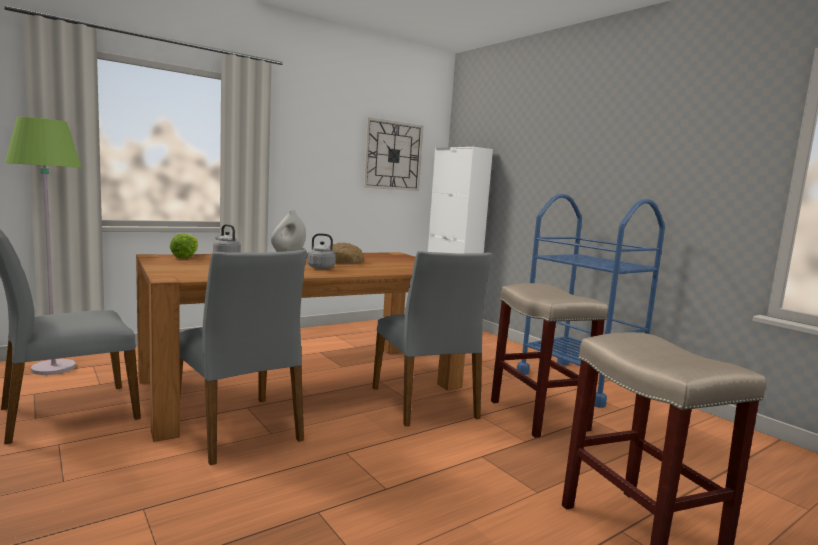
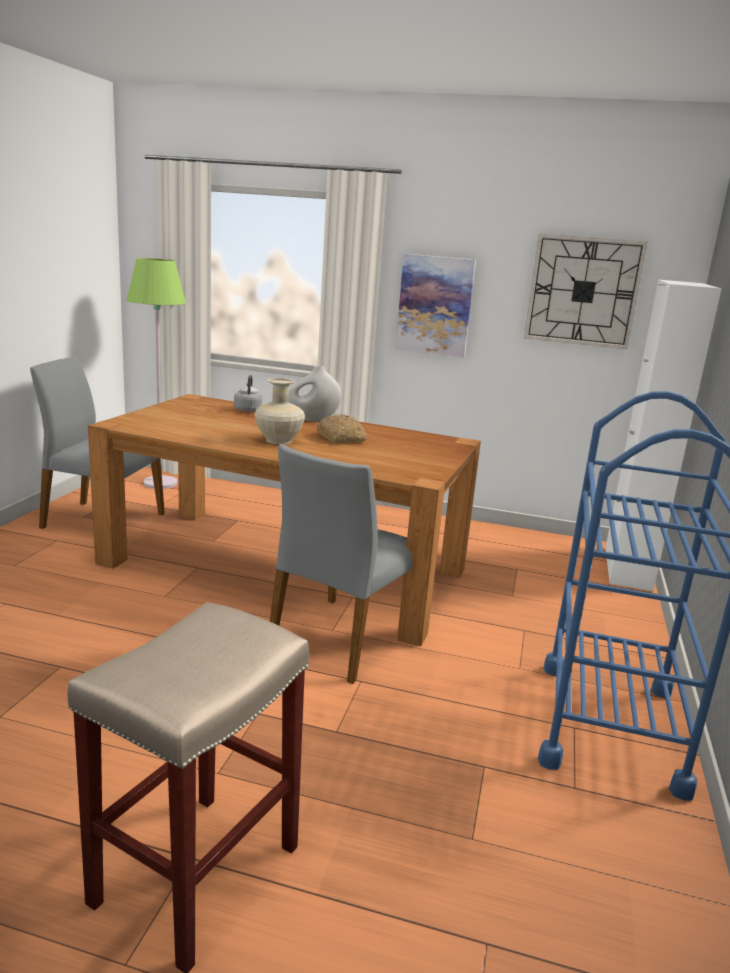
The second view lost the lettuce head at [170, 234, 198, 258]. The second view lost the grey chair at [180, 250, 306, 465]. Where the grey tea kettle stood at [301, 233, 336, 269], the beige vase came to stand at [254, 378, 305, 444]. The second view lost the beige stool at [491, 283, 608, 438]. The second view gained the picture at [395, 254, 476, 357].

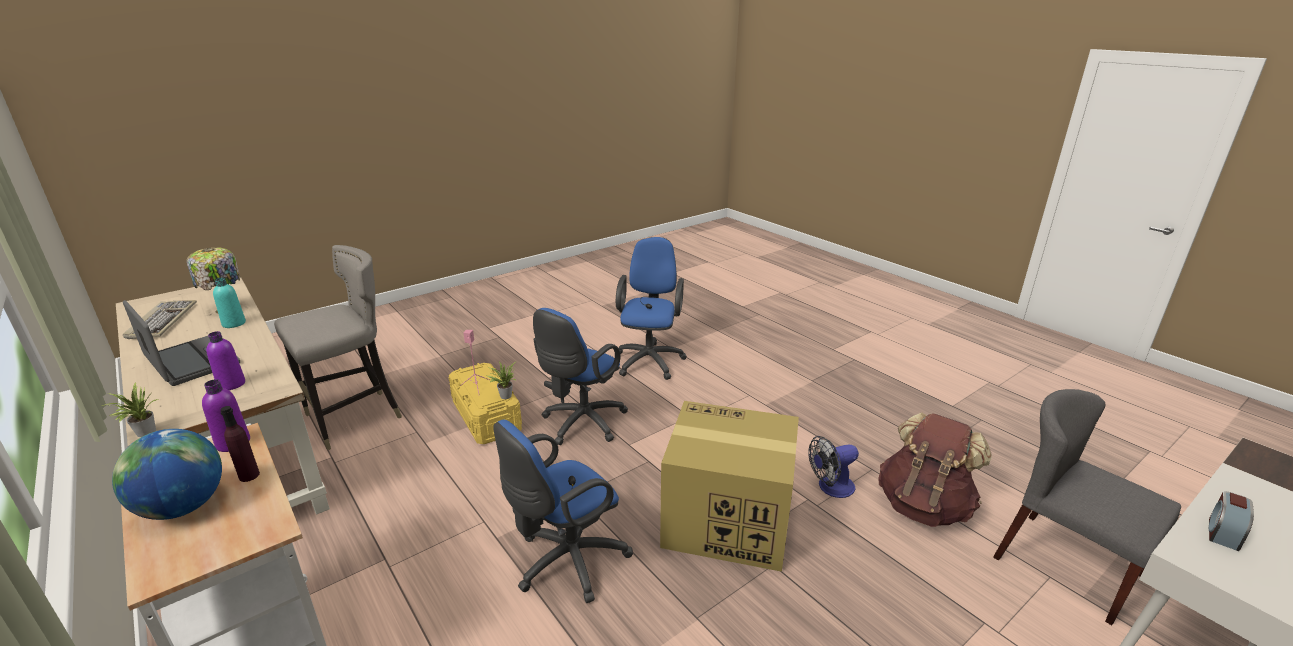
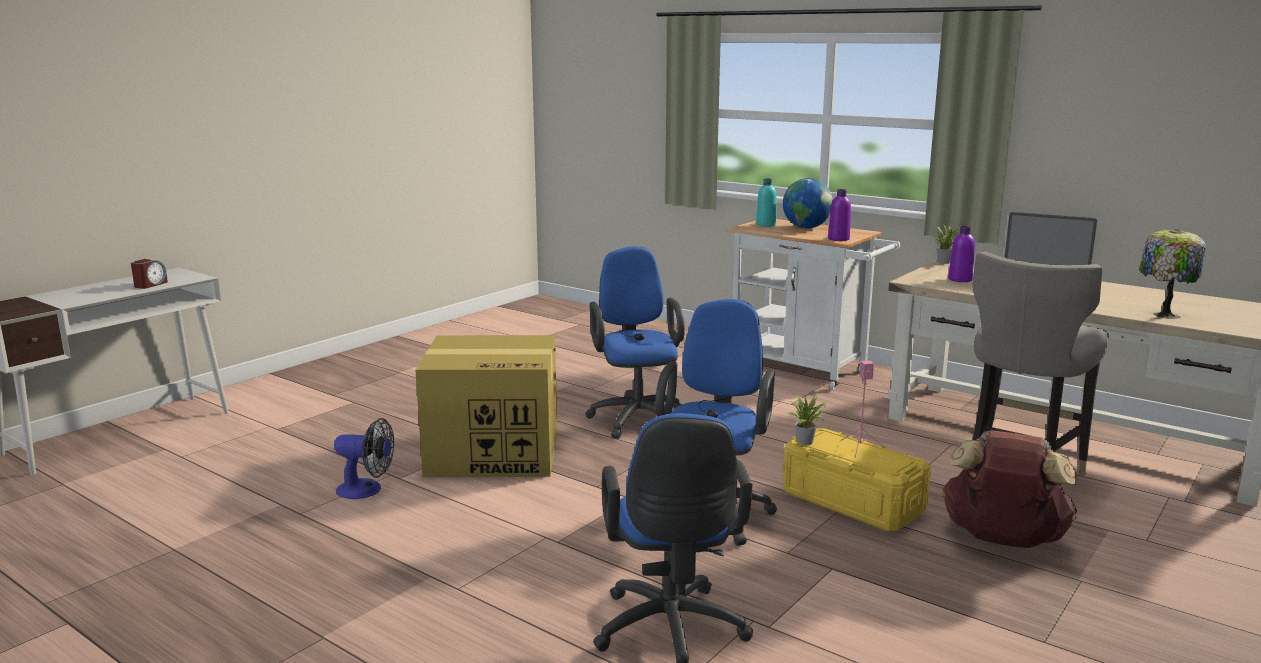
The second view lost the computer keyboard at [123, 300, 197, 339]. The turquoise drink bottle ended up elsewhere, having gone from [213, 277, 246, 328] to [756, 178, 776, 227]. The second view lost the purplish drink bottle at [220, 406, 260, 482]. The blue-coloured office chair at [493, 420, 633, 603] ended up facing another way, 45 degrees counterclockwise from before. The fan at [809, 436, 859, 498] ended up facing another way, 45 degrees clockwise from before. The brownish knapsack ended up elsewhere, having gone from [878, 412, 992, 527] to [942, 430, 1077, 548]. The second view lost the grey chair at [993, 389, 1181, 625].

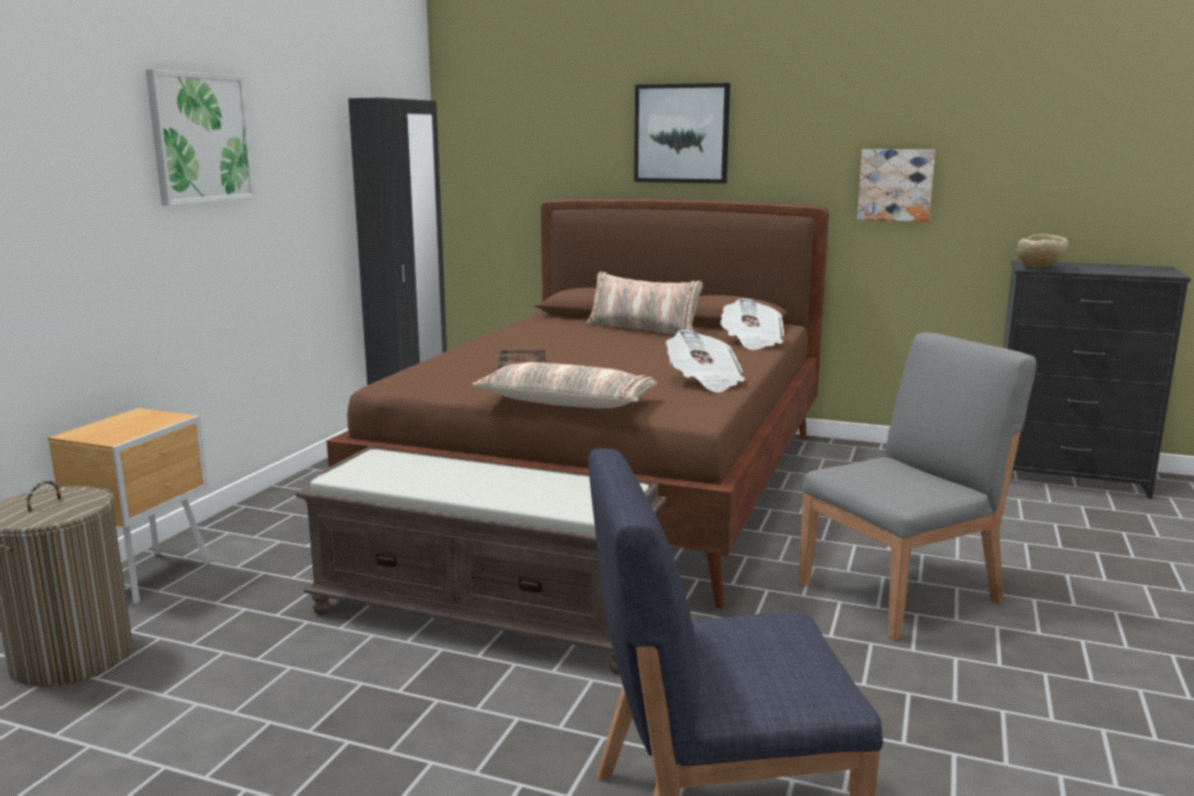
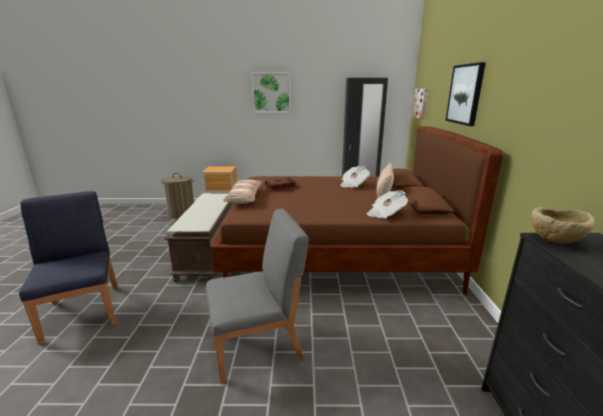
The printed paper ended up elsewhere, having gone from [666, 330, 745, 392] to [340, 166, 370, 187]. The grey chair at [799, 332, 1036, 640] ended up facing another way, 60 degrees counterclockwise from before. The picture ended up elsewhere, having gone from [857, 149, 935, 222] to [412, 89, 428, 119].

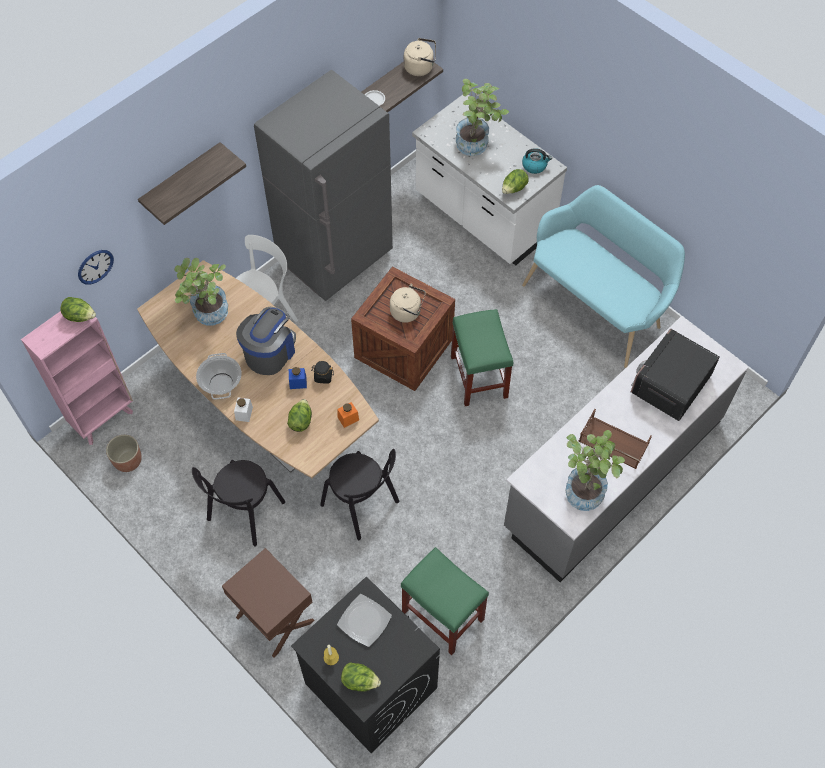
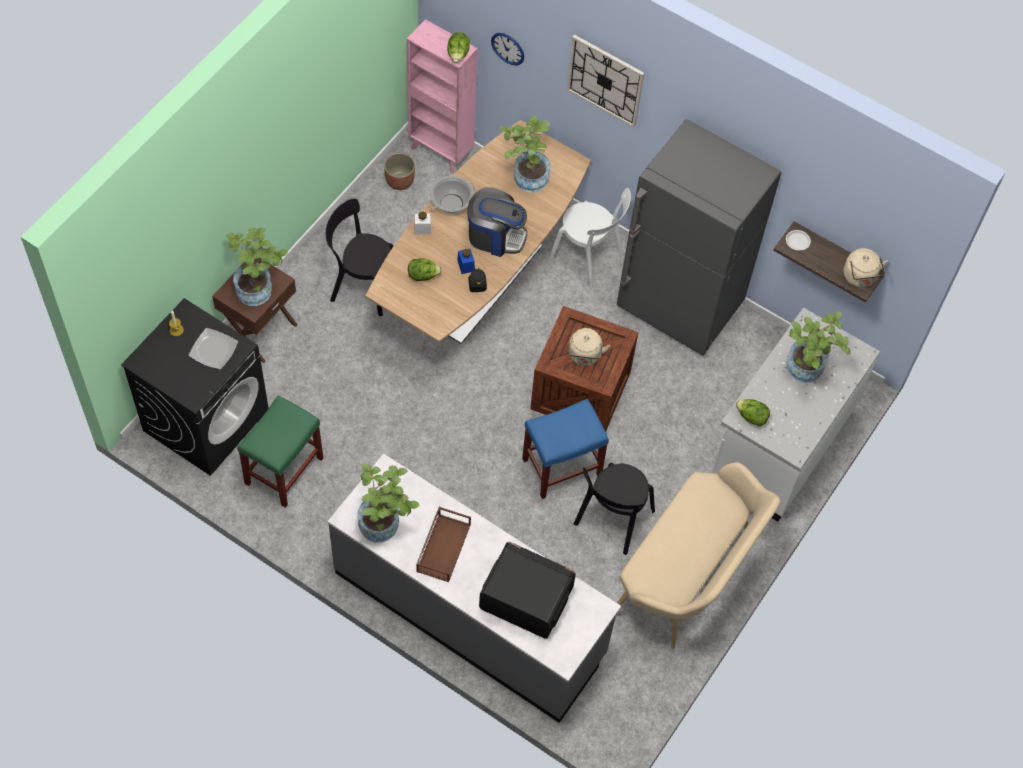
Where the bracket shelf hung at [138, 142, 246, 225], the wall clock came to hang at [567, 35, 644, 128]. The black-coloured chair ended up elsewhere, having gone from [320, 449, 400, 540] to [574, 463, 655, 555]. The second view lost the orange-coloured jar at [337, 402, 359, 428]. The second view lost the lettuce head at [341, 662, 381, 692]. What was the green stool at [451, 309, 513, 406] turned into the blue-coloured stool at [522, 399, 609, 499]. The second view lost the tea kettle at [522, 148, 552, 174]. What was the turquoise long seat at [522, 185, 685, 368] turned into the beige long seat at [617, 462, 781, 649]. The second view gained the houseplant at [226, 228, 288, 306].

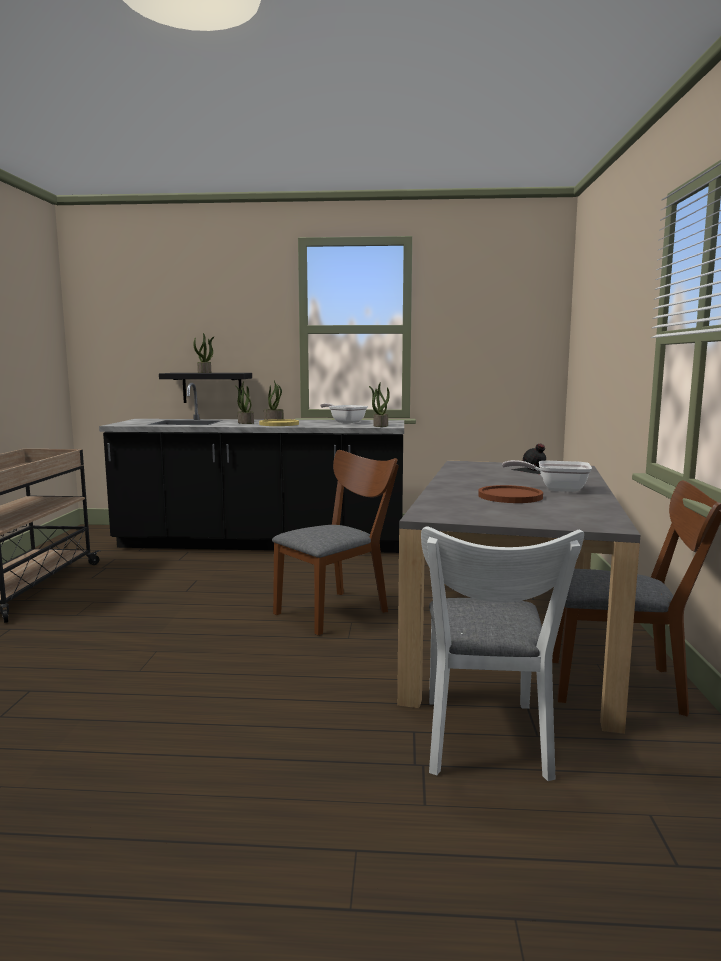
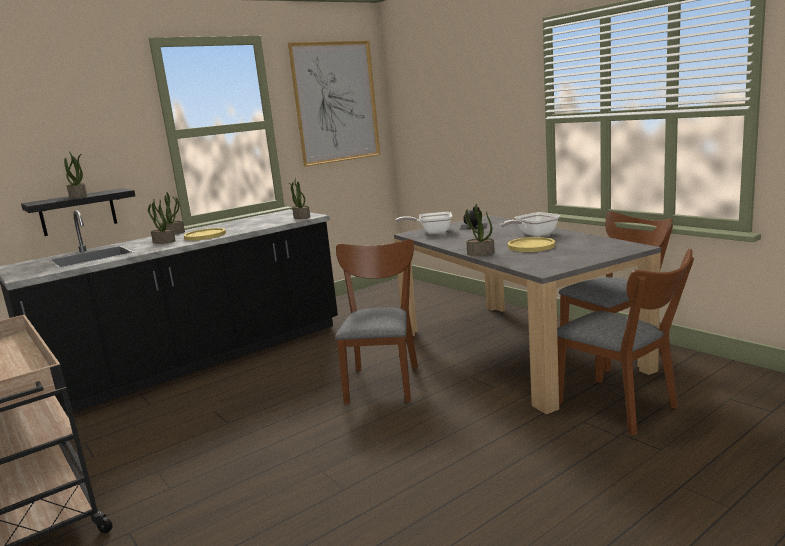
The frying pan ended up elsewhere, having gone from [320, 403, 368, 423] to [395, 212, 452, 234]. What was the white chair at [421, 526, 584, 781] turned into the brownish chair at [557, 249, 694, 435]. What was the brownish dinner plate at [478, 485, 543, 503] turned into the yellow-coloured dinner plate at [508, 237, 555, 252]. The second view gained the picture at [288, 41, 380, 167]. The second view gained the houseplant at [465, 204, 495, 256].

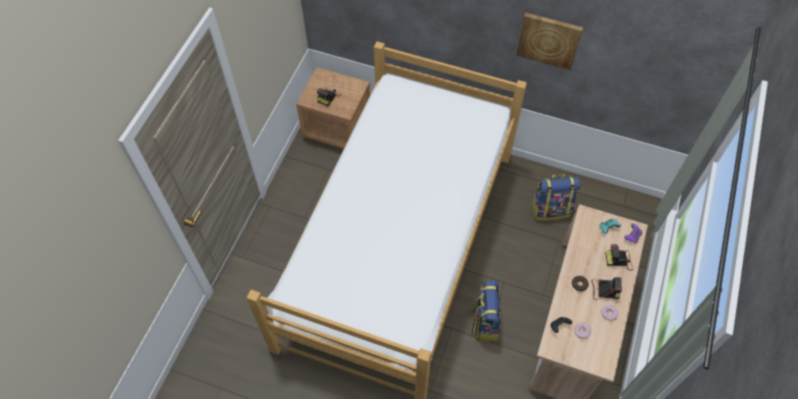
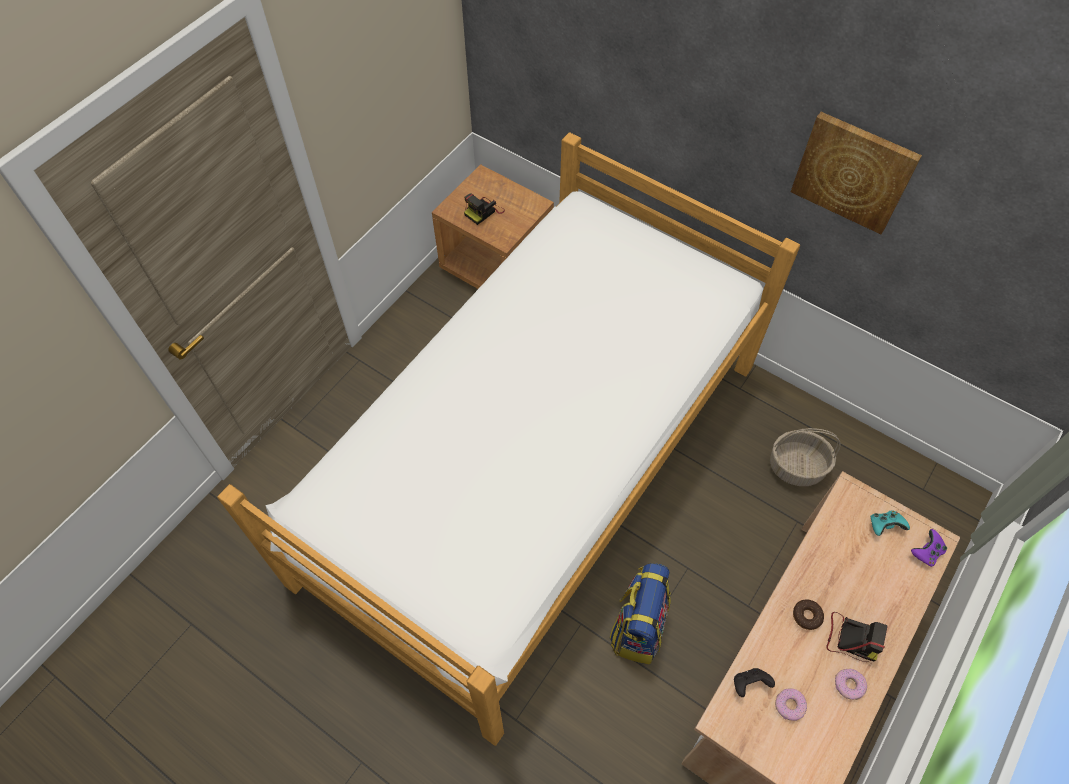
Where the knapsack stood at [531, 174, 581, 221], the household basket came to stand at [770, 428, 841, 486]. The second view lost the photo camera at [606, 244, 633, 271].

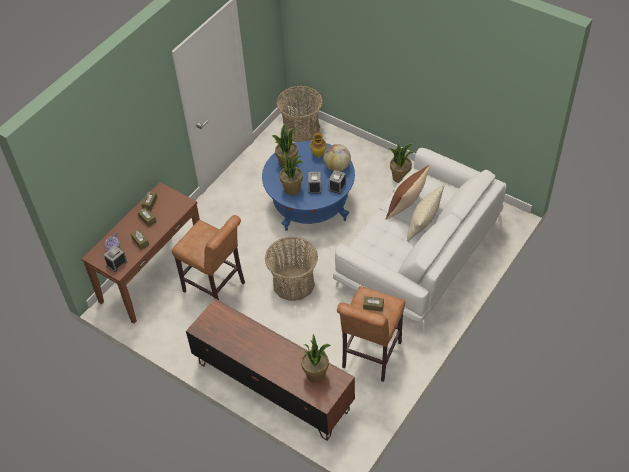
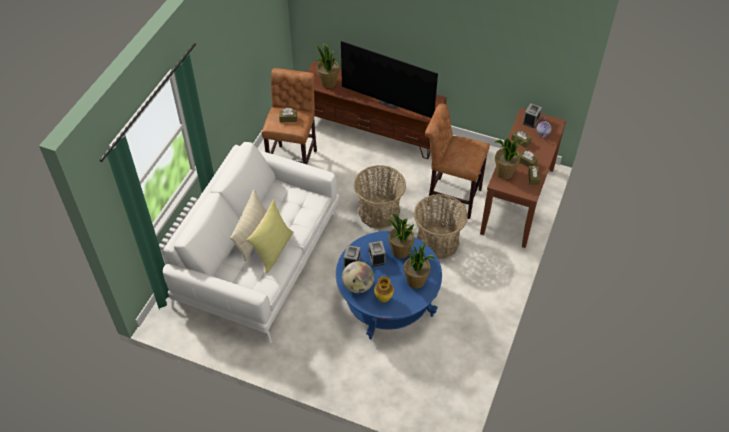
The household basket ended up elsewhere, having gone from [276, 86, 323, 142] to [414, 194, 468, 259]. What was the brownish pillow at [386, 165, 430, 220] turned into the yellow-coloured pillow at [247, 200, 293, 273]. The houseplant ended up elsewhere, having gone from [388, 143, 415, 183] to [494, 137, 525, 179]. The second view gained the TV set at [341, 41, 438, 118].

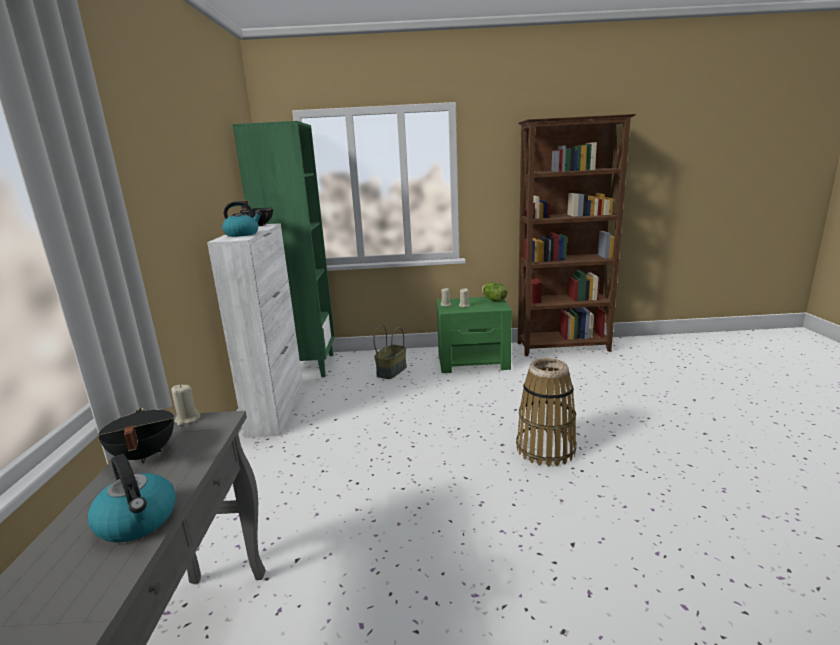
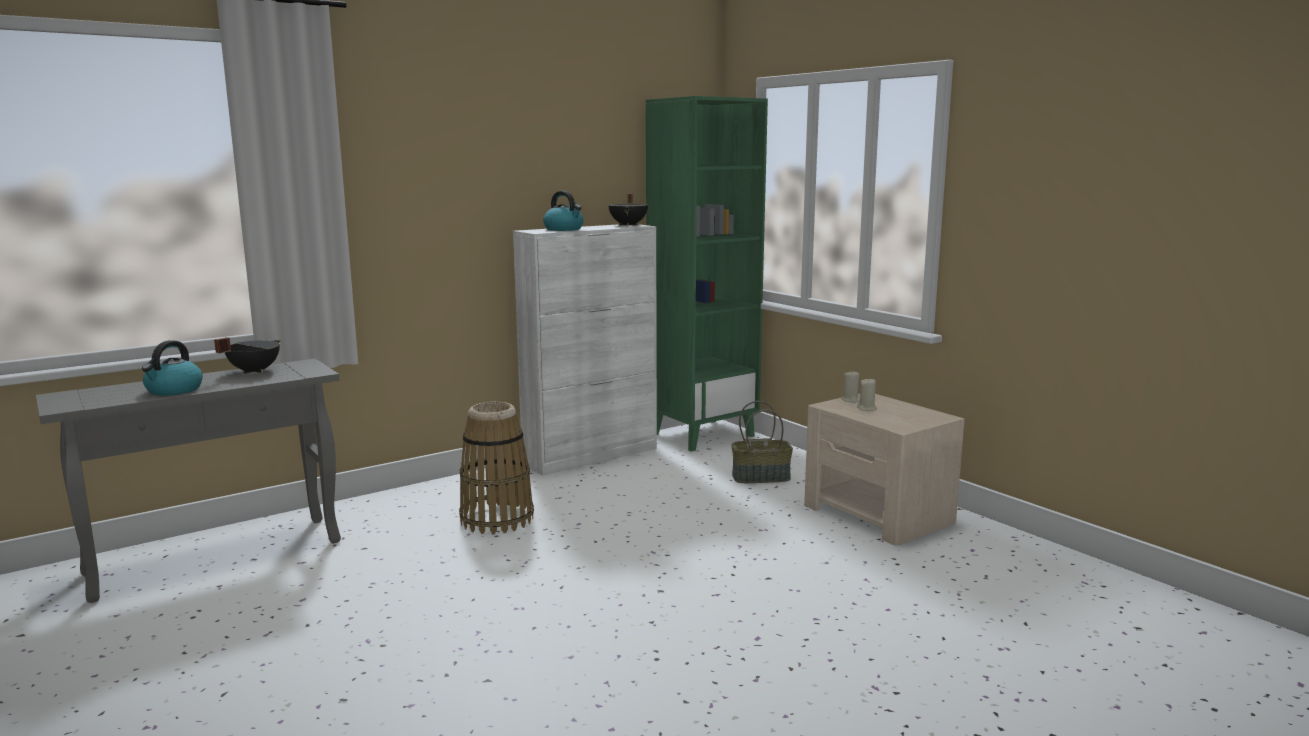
The second view lost the beige candle at [171, 384, 201, 426]. What was the green nightstand at [437, 297, 512, 373] turned into the beige nightstand at [804, 394, 965, 546]. The second view lost the lettuce head at [482, 282, 507, 301]. The household basket ended up elsewhere, having gone from [516, 358, 577, 467] to [459, 402, 534, 534]. The second view lost the brownish bookshelf at [518, 114, 636, 356].

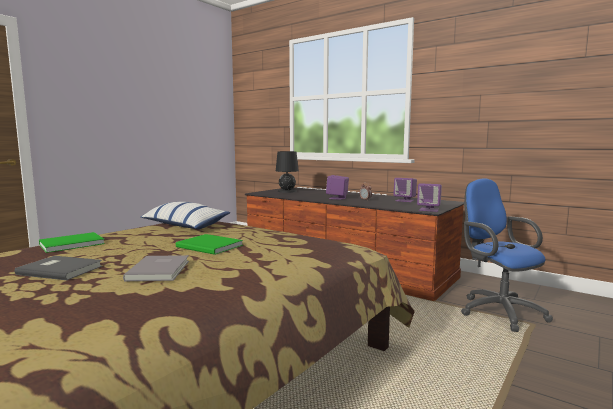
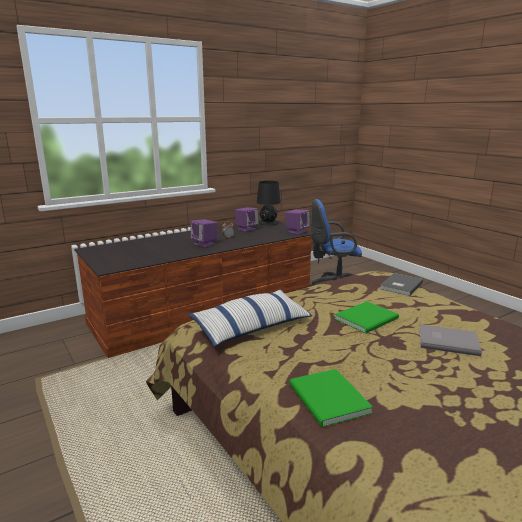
The grey bound book ended up elsewhere, having gone from [14, 256, 102, 280] to [380, 273, 423, 296]. The black-coloured table lamp ended up elsewhere, having gone from [276, 151, 299, 193] to [257, 181, 281, 226].

